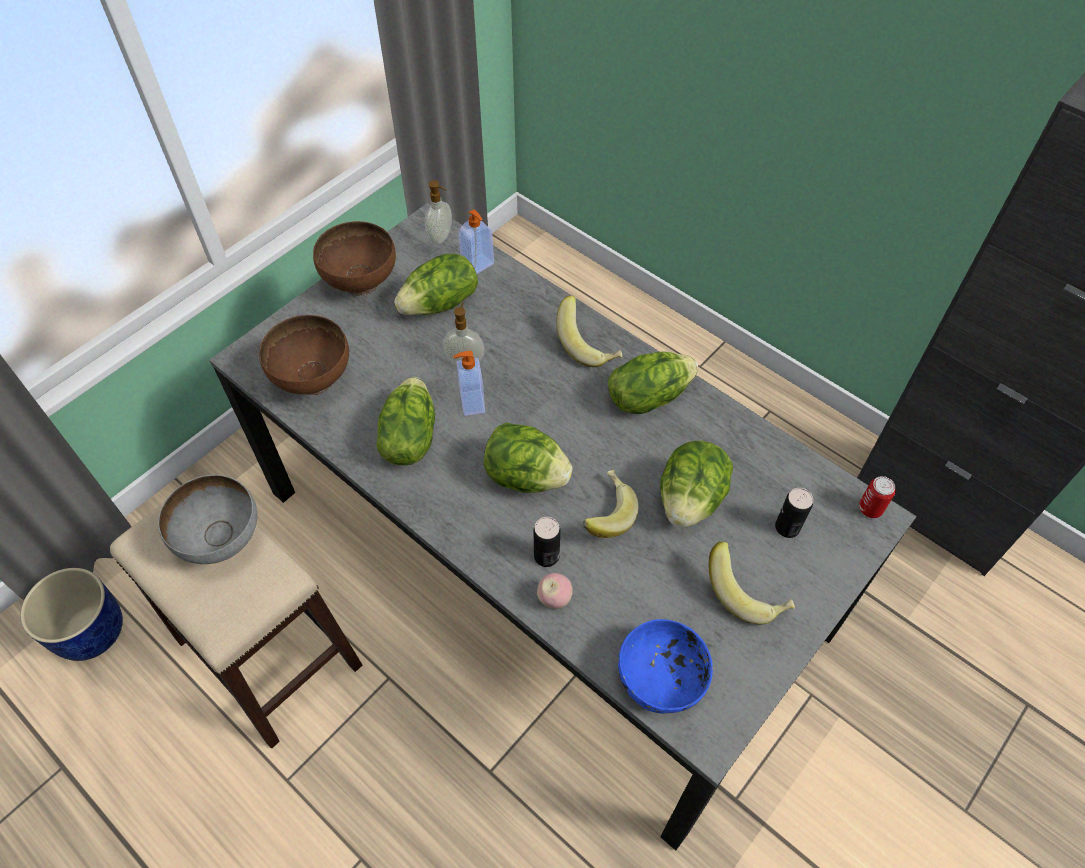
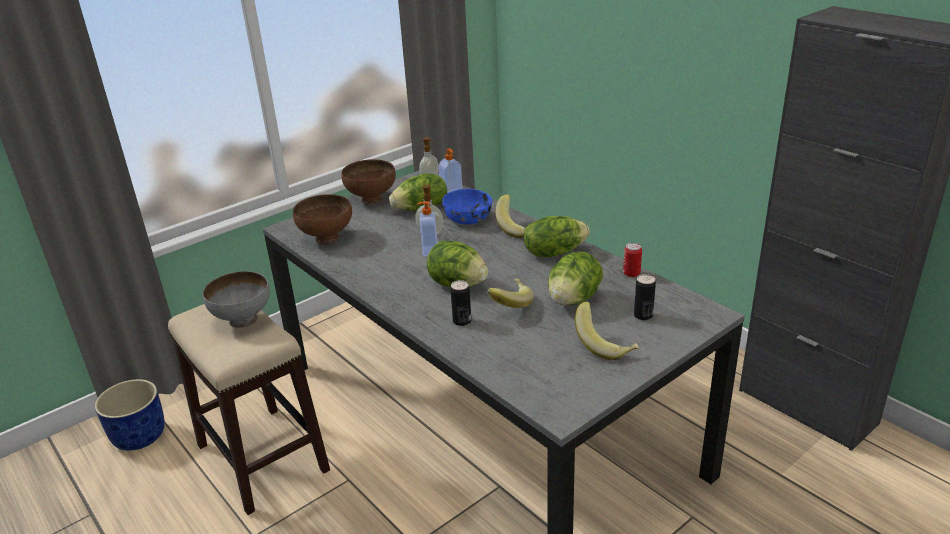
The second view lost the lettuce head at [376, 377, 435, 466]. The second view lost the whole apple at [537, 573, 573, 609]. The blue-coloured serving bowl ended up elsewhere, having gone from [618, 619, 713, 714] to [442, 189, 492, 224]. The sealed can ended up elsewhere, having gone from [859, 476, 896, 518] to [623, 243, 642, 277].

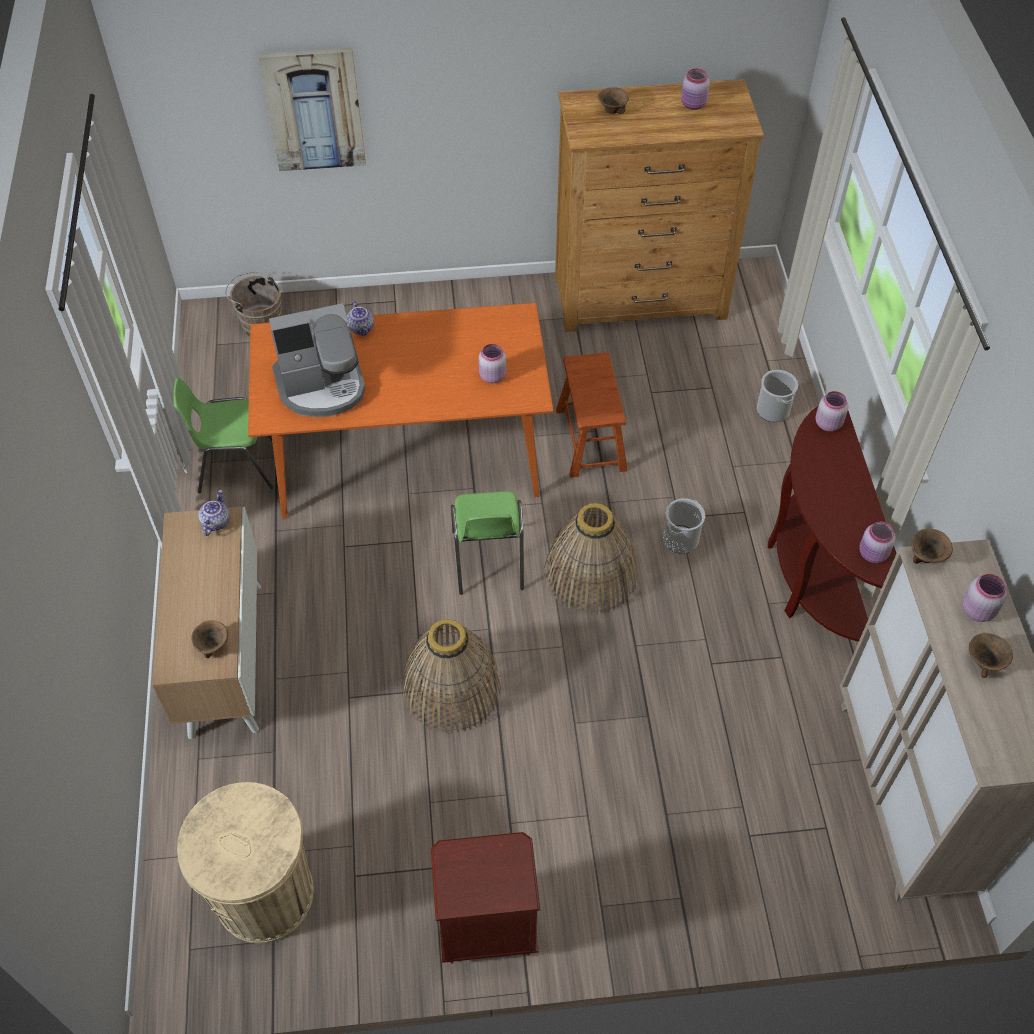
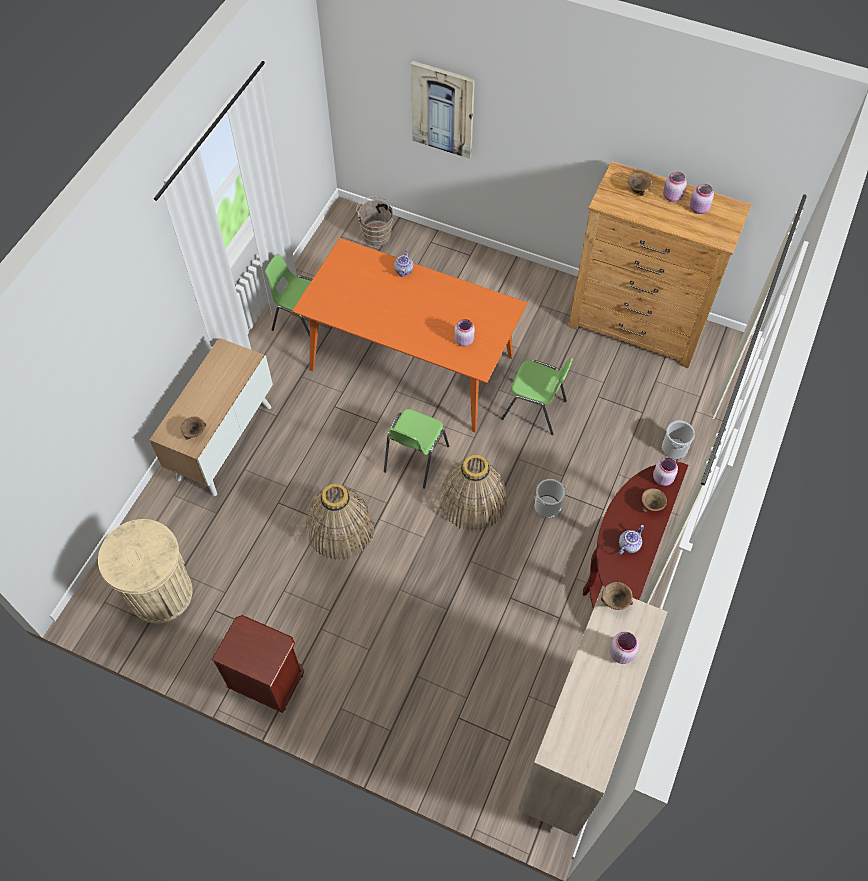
The pot for tea ended up elsewhere, having gone from [199, 490, 230, 536] to [619, 525, 644, 555]. The second view lost the coffee brewer at [269, 303, 365, 417]. Where the brownish stool stood at [556, 353, 628, 478], the green chair came to stand at [501, 358, 573, 435]. The pinkish jar ended up elsewhere, having gone from [859, 522, 896, 563] to [663, 172, 687, 202]. The brownish serving bowl ended up elsewhere, having gone from [969, 633, 1013, 678] to [641, 488, 667, 512].

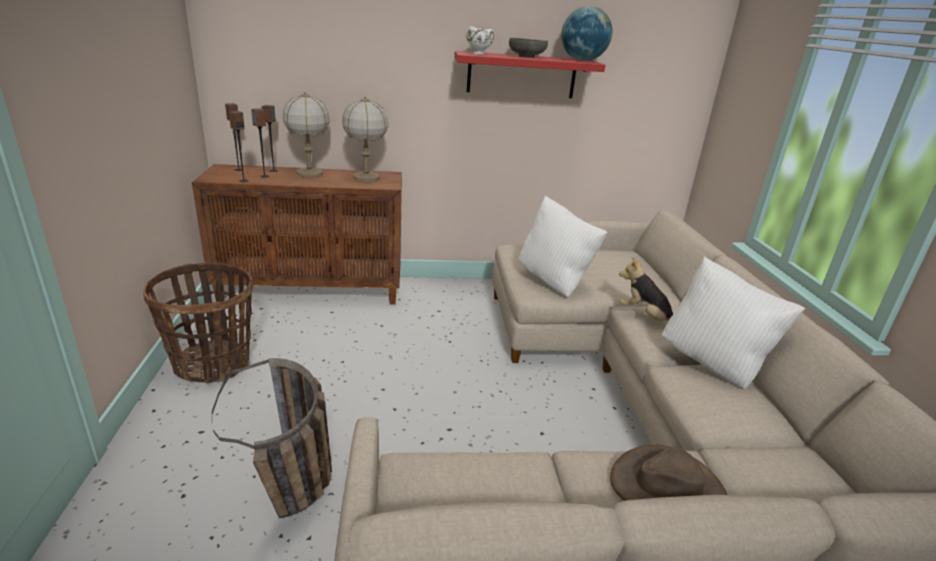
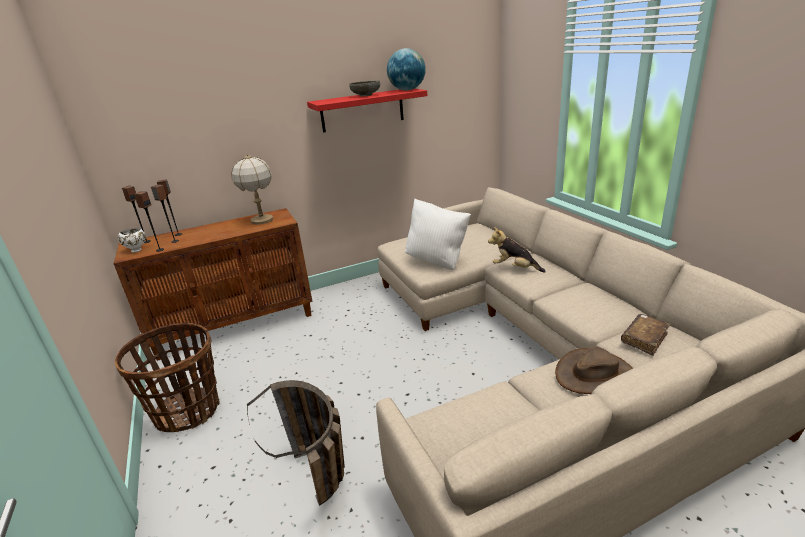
The second view lost the table lamp at [283, 92, 330, 178]. The white serving bowl ended up elsewhere, having gone from [467, 26, 494, 55] to [118, 228, 146, 252]. The second view lost the white pillow at [662, 256, 805, 389]. The second view gained the brownish bound book at [621, 314, 671, 356].

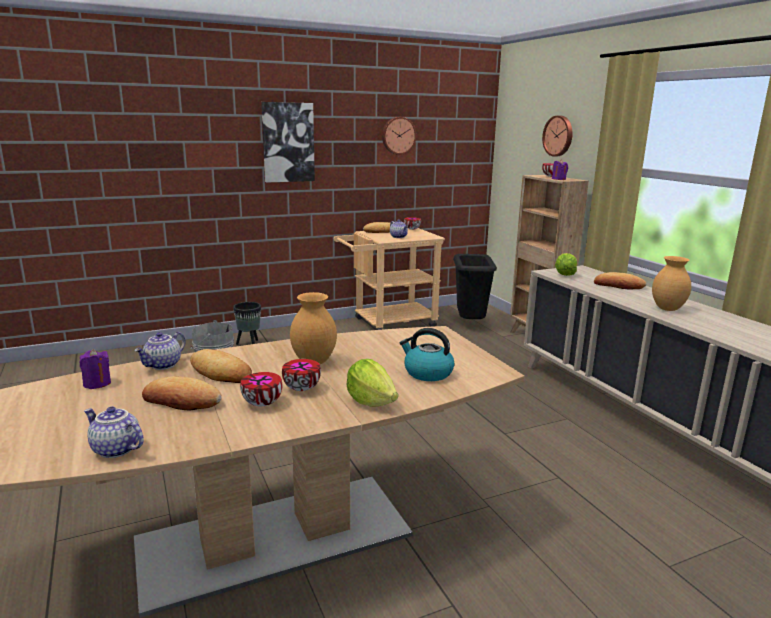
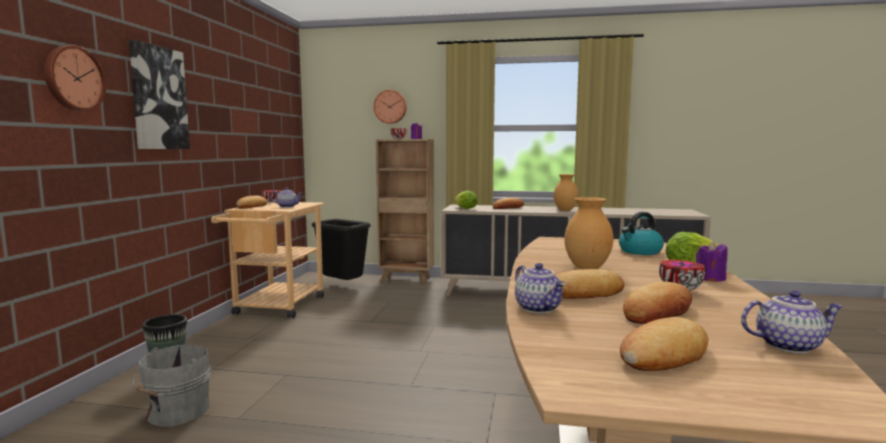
The purplish candle ended up elsewhere, having gone from [80, 349, 111, 389] to [696, 242, 728, 282]. The pot for tea at [84, 407, 144, 458] ended up facing another way, 150 degrees counterclockwise from before. The second view lost the serving bowl at [282, 359, 321, 391]. The wall clock ended up elsewhere, having gone from [382, 117, 417, 155] to [44, 45, 106, 111]. The second view gained the bakery bread at [620, 317, 708, 371].

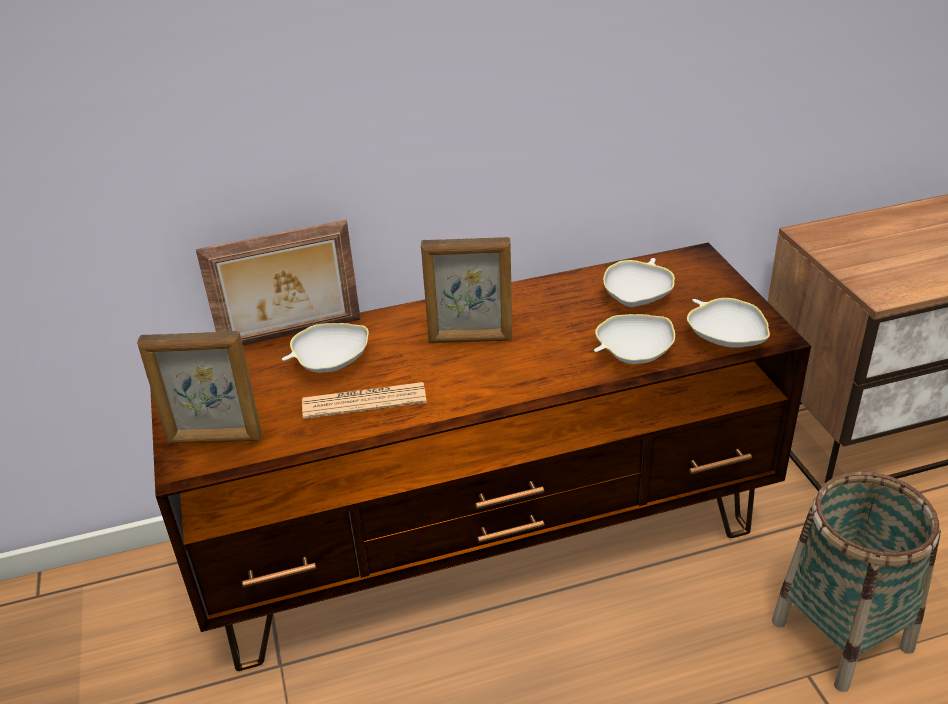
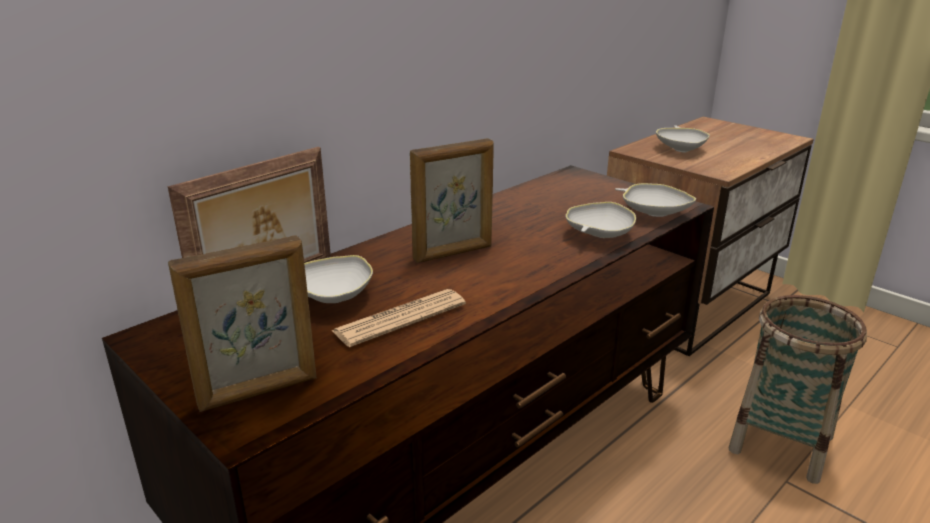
The white serving bowl ended up elsewhere, having gone from [603, 258, 675, 307] to [656, 125, 710, 153].

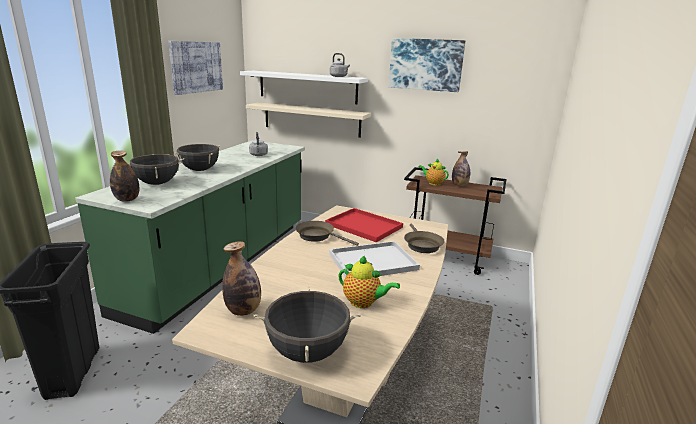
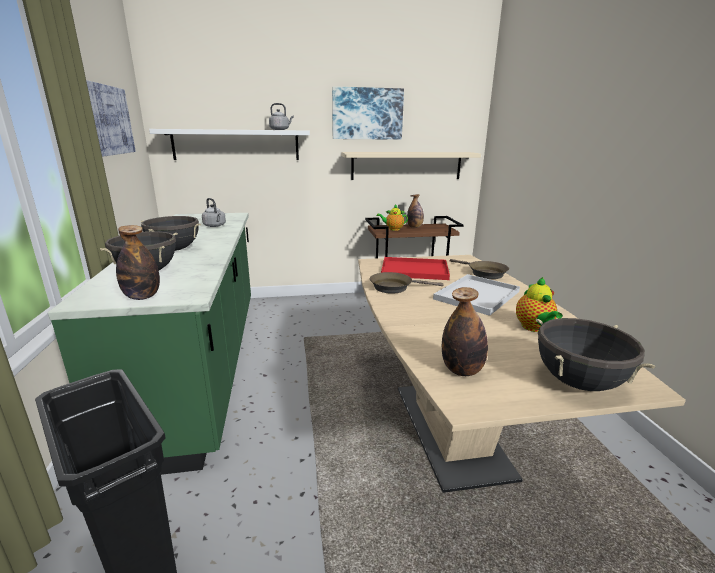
The beige bracket shelf ended up elsewhere, having gone from [246, 102, 371, 138] to [341, 152, 481, 180]. The pot for tea at [338, 256, 400, 308] ended up facing another way, 90 degrees clockwise from before.

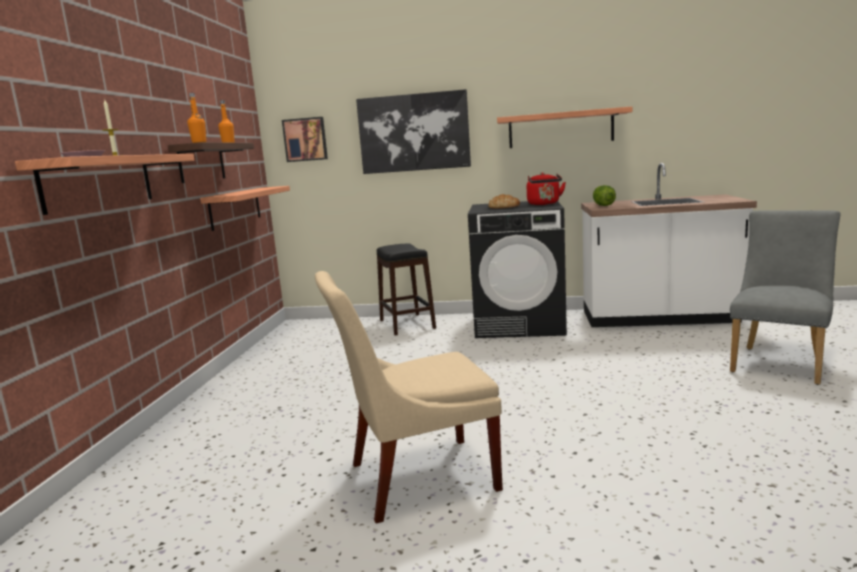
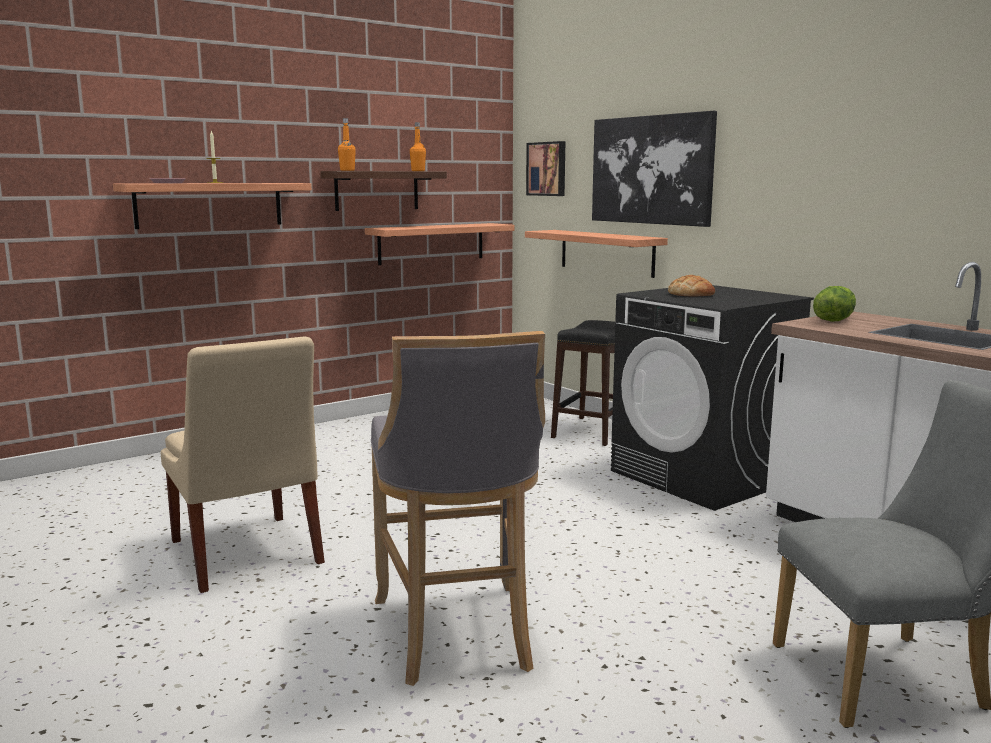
The beige chair at [315, 271, 503, 523] ended up facing another way, 150 degrees counterclockwise from before. The bracket shelf ended up elsewhere, having gone from [497, 106, 632, 148] to [525, 230, 668, 278]. The second view lost the red-coloured tea kettle at [527, 172, 566, 205]. The second view gained the grey stool at [371, 331, 545, 686].

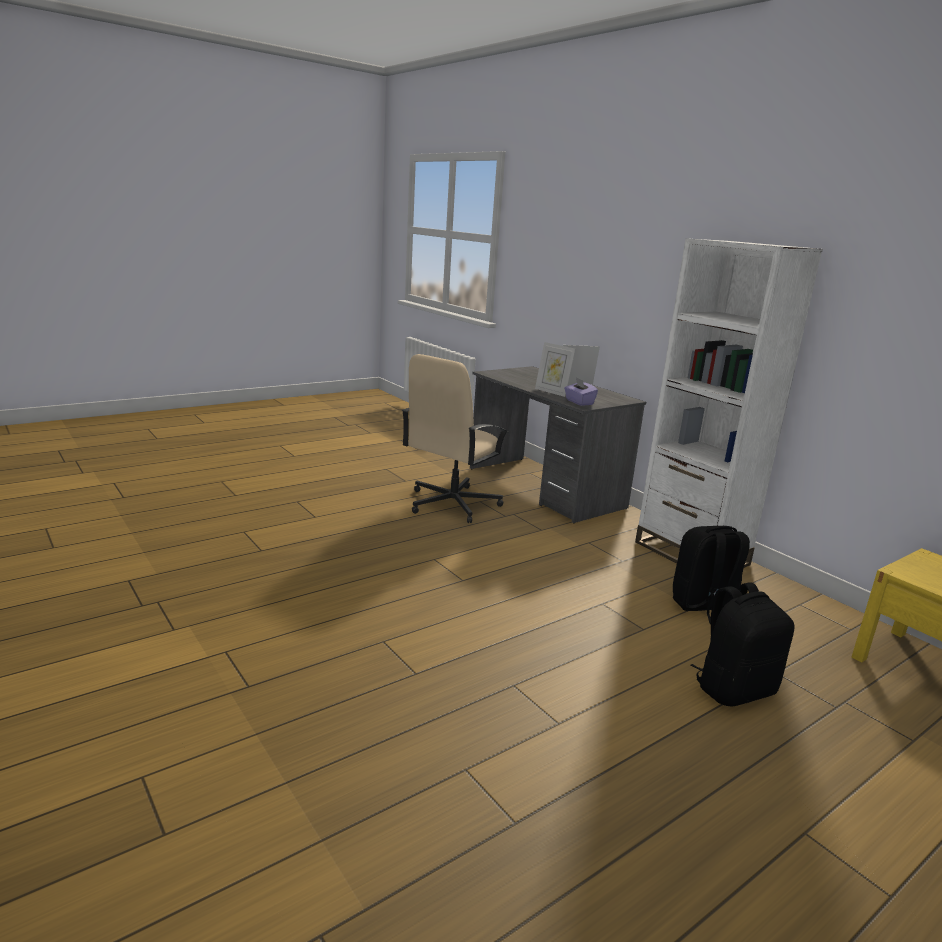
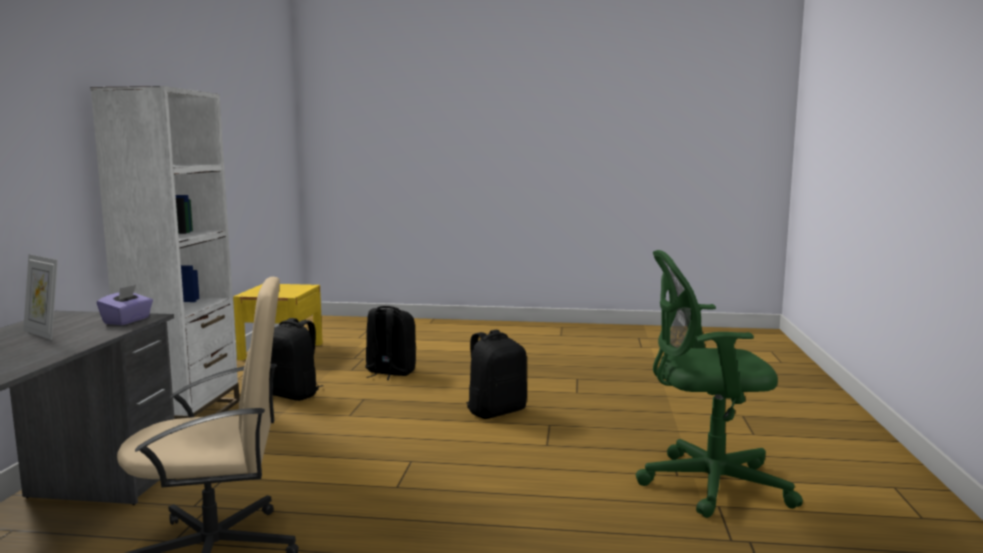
The second view lost the picture frame at [535, 342, 575, 397]. The second view gained the black-coloured knapsack at [466, 330, 527, 419]. The second view gained the green office chair at [635, 250, 803, 518].

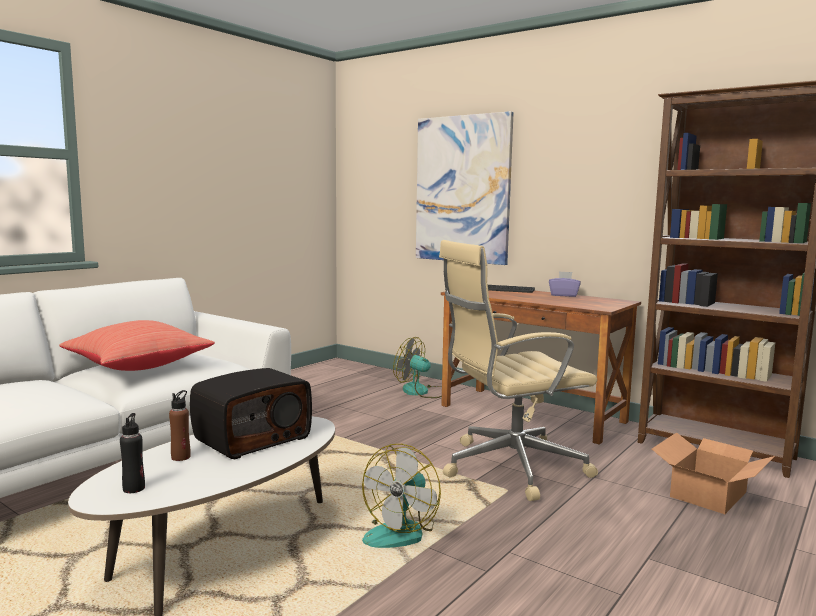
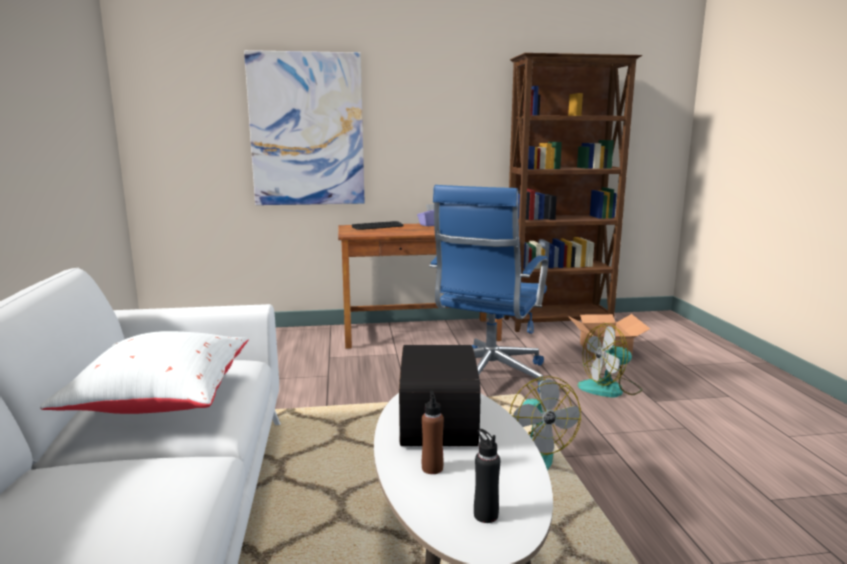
What was the red-coloured pillow at [59, 320, 215, 371] turned into the white pillow at [40, 331, 249, 414]. The fan ended up elsewhere, having gone from [393, 337, 442, 398] to [577, 323, 642, 398]. What was the beige office chair at [439, 240, 598, 501] turned into the blue-coloured office chair at [429, 185, 548, 394].

